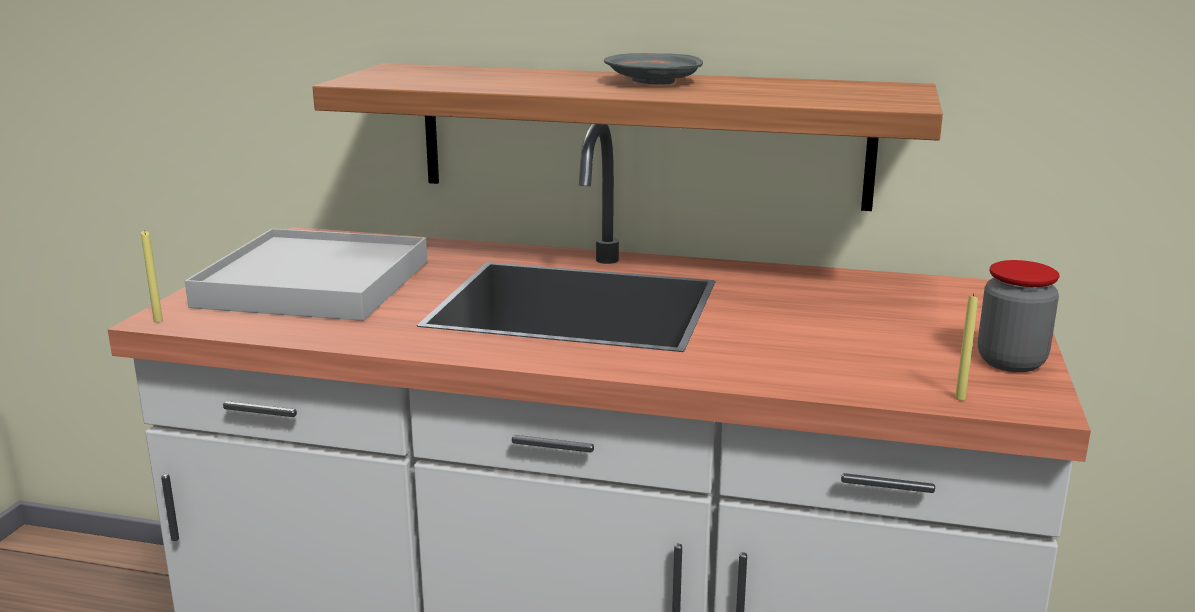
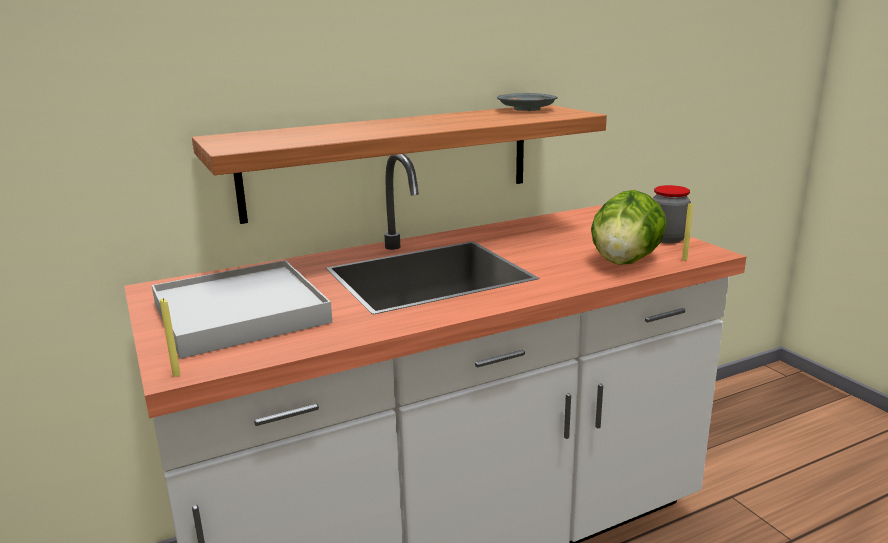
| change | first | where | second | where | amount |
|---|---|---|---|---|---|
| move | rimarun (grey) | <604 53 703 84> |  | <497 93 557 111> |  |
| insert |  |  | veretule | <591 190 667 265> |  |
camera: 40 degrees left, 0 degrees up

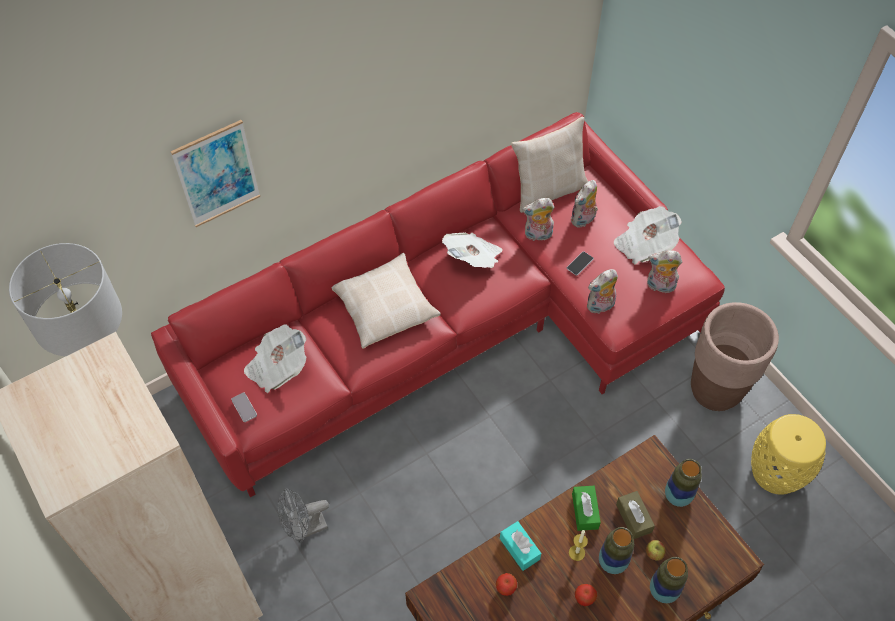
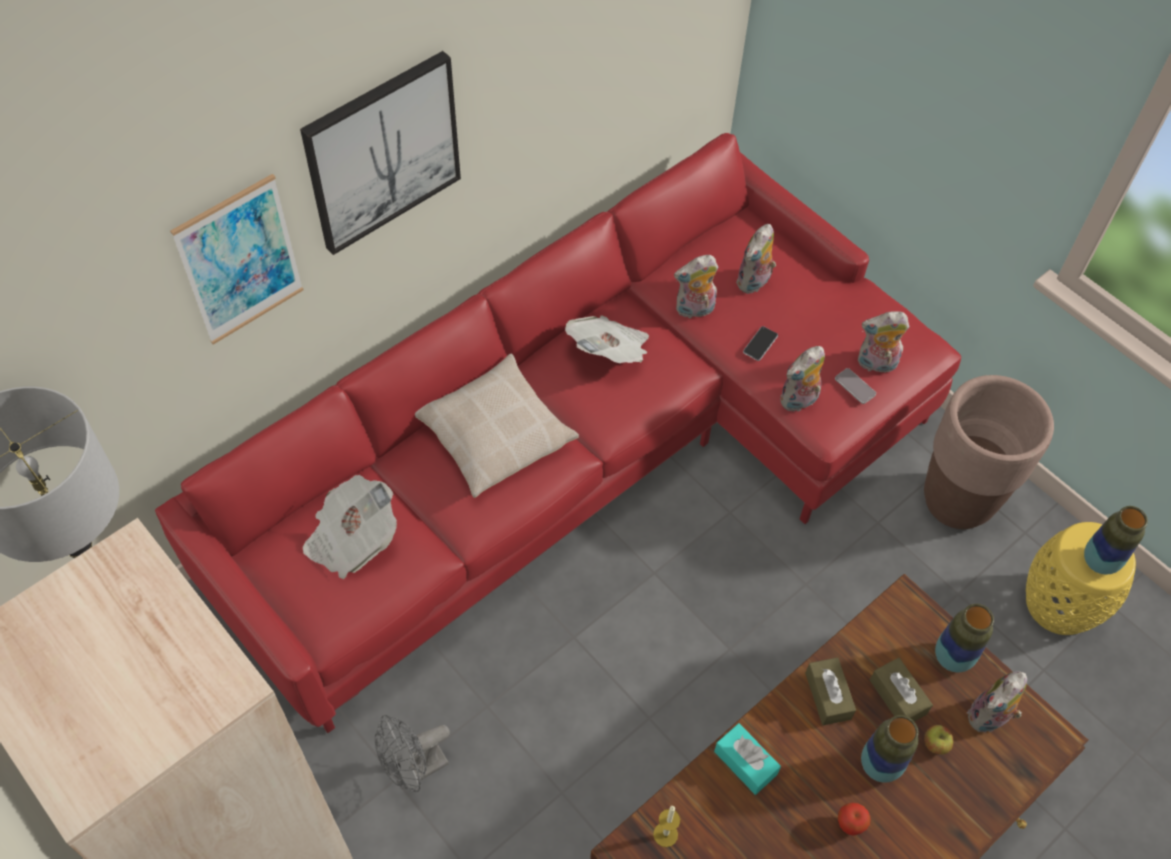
| change | first | where | second | where | amount |
|---|---|---|---|---|---|
| move | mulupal | <231 392 257 422> |  | <835 368 876 404> |  |
| delete | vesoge | <496 573 517 596> |  |  |  |
| delete | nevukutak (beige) | <511 116 588 213> |  |  |  |
| move | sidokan | <569 530 588 561> |  | <653 806 680 847> |  |
| recolor | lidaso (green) | <572 486 601 531> | lidaso (brown) | <805 657 856 725> |  |
| delete | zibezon | <614 206 682 264> |  |  |  |
| move | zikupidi | <650 557 688 603> |  | <1084 506 1148 575> |  |
| insert |  |  | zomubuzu | <300 51 461 255> |  |
| insert |  |  | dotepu | <967 671 1027 733> |  |
camera: 10 degrees left, 0 degrees up

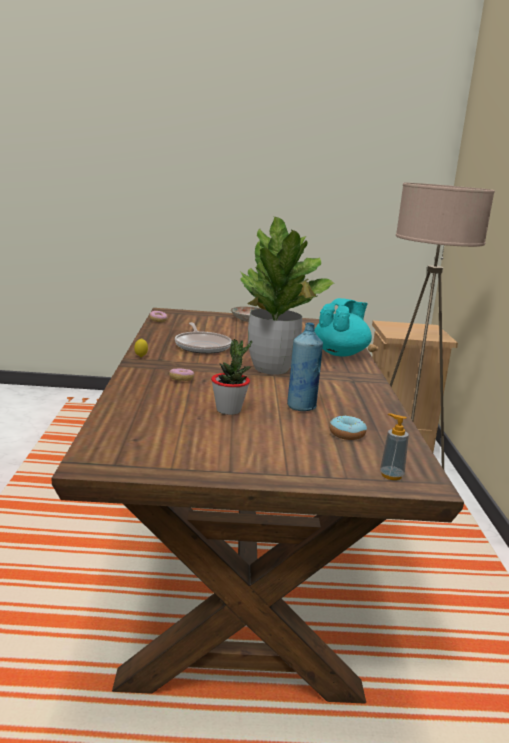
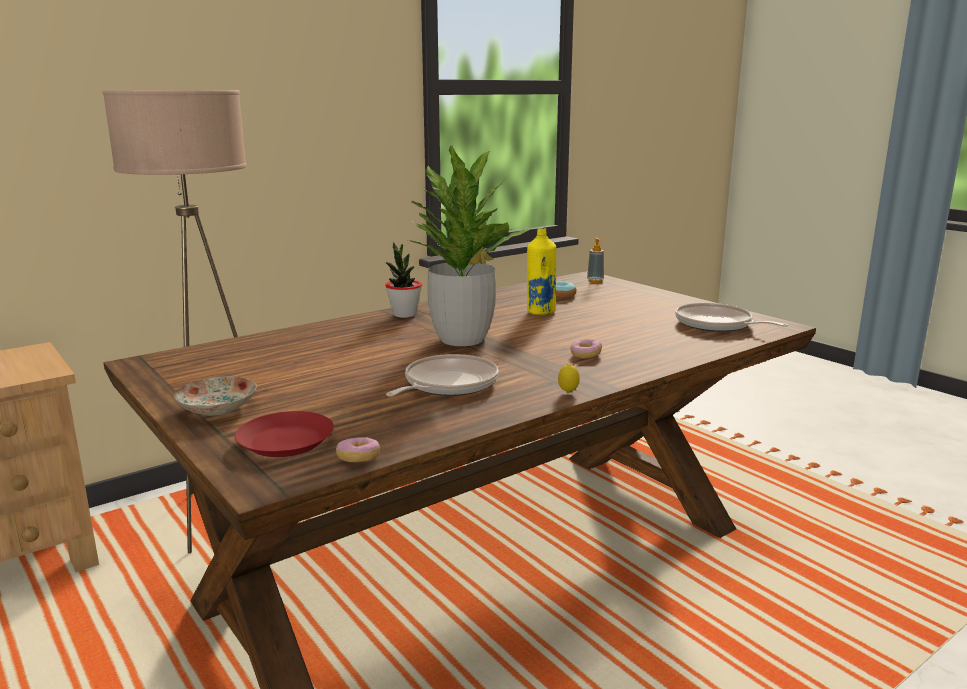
| change | first | where | second | where | amount |
|---|---|---|---|---|---|
| move | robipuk | <211 339 252 415> |  | <385 242 422 318> |  |
| recolor | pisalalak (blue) | <287 323 323 411> | pisalalak (yellow) | <527 228 556 315> |  |
| delete | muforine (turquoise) | <314 298 372 357> |  |  |  |
| insert |  |  | rimarun (red) | <235 411 334 457> |  |
| insert |  |  | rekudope | <675 303 788 332> |  |
camera: 125 degrees left, 0 degrees up

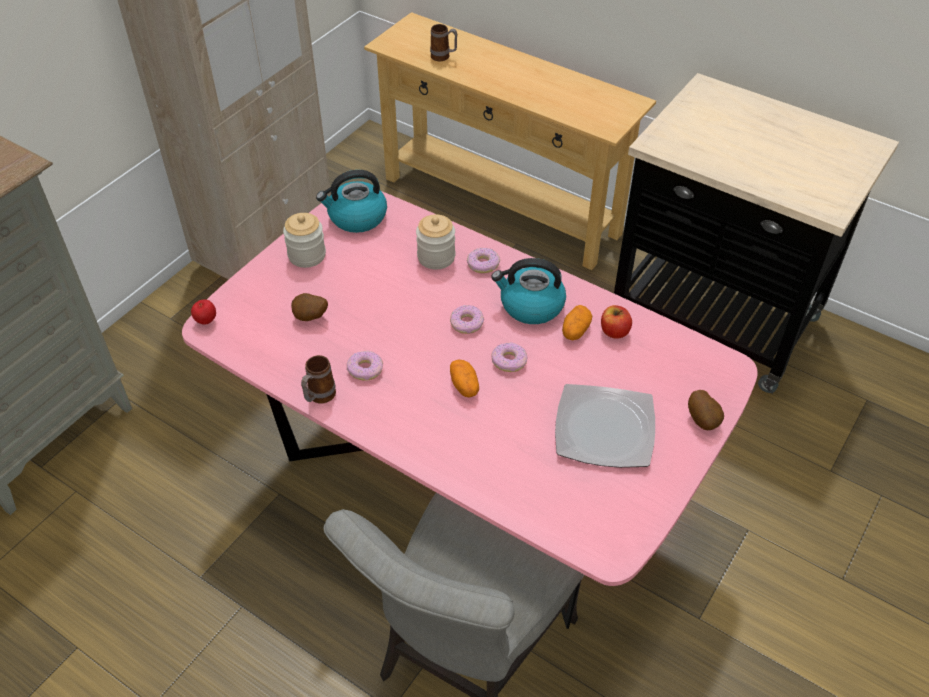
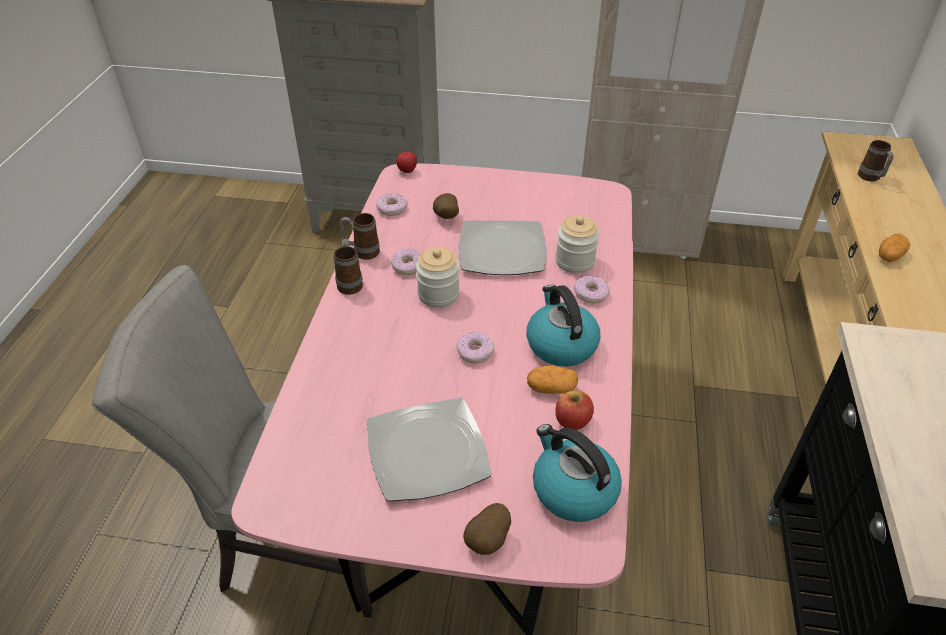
| change | first | where | second | where | amount |
|---|---|---|---|---|---|
| move | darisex | <283 213 326 268> |  | <416 247 460 308> |  |
| move | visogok | <316 170 387 233> |  | <533 424 622 522> |  |
| move | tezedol | <450 305 484 334> |  | <376 193 408 216> |  |
| move | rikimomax | <450 360 479 398> |  | <879 234 910 262> |  |
| insert |  |  | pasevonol | <334 239 363 295> |  |
| insert |  |  | rimarun | <459 220 546 275> |  |
camera: 65 degrees right, 5 degrees down

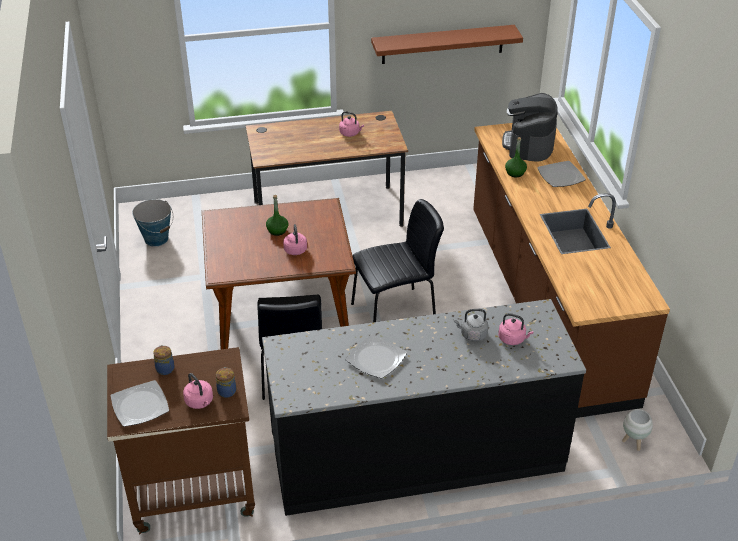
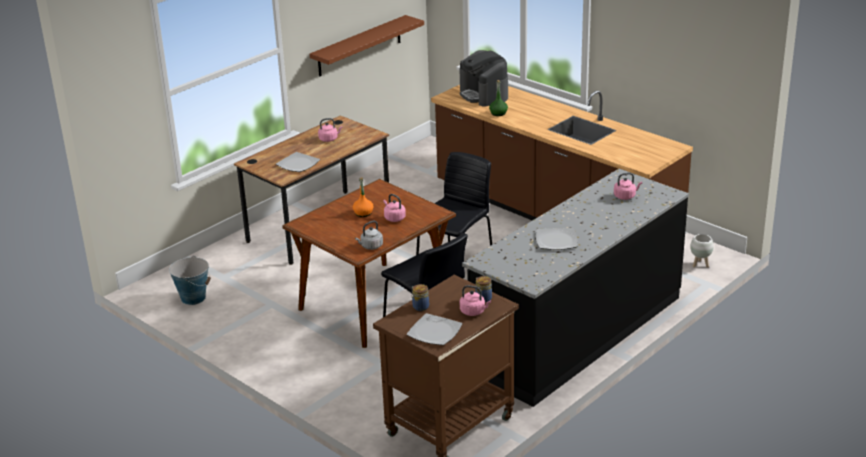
| change | first | where | second | where | amount |
|---|---|---|---|---|---|
| recolor | pisalalak (green) | <266 195 288 236> | pisalalak (orange) | <353 177 374 217> |  |
| move | visogok (grey) | <454 309 489 341> |  | <355 221 383 250> |  |
| move | rimarun | <537 161 586 187> |  | <276 152 320 172> |  |
camera: 35 degrees left, 10 degrees down

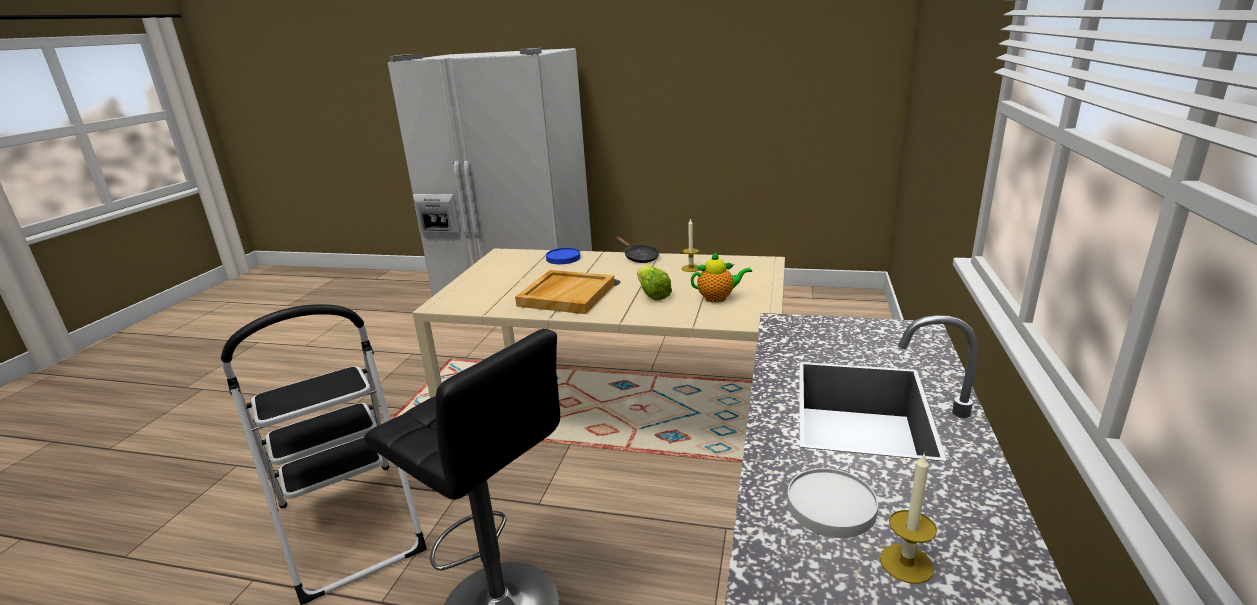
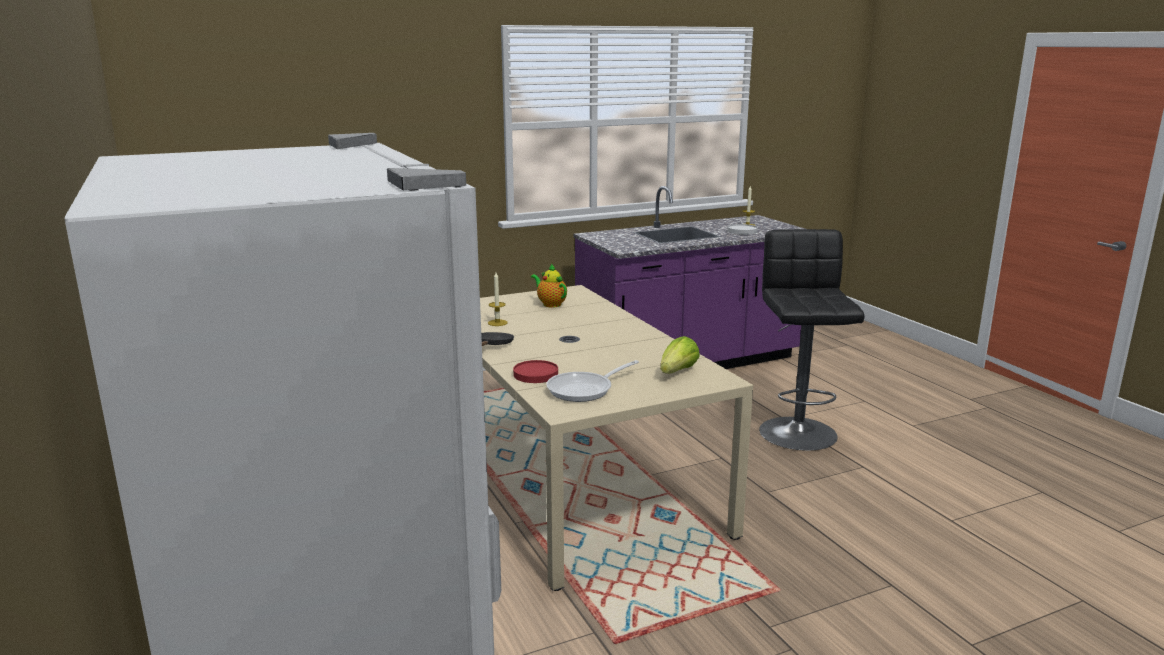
| change | first | where | second | where | amount |
|---|---|---|---|---|---|
| delete | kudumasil | <221 304 427 605> |  |  |  |
| delete | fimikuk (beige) | <515 270 615 314> |  |  |  |
| recolor | rimarun (blue) | <546 248 581 264> | rimarun (red) | <513 360 558 383> |  |
| move | veretule | <637 265 672 301> |  | <660 336 700 374> |  |
| insert |  |  | rekudope | <546 360 639 402> |  |
camera: 130 degrees left, 5 degrees down

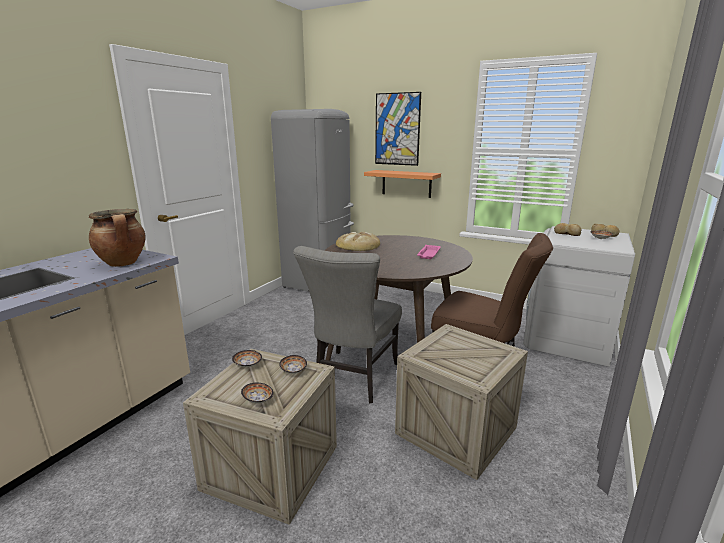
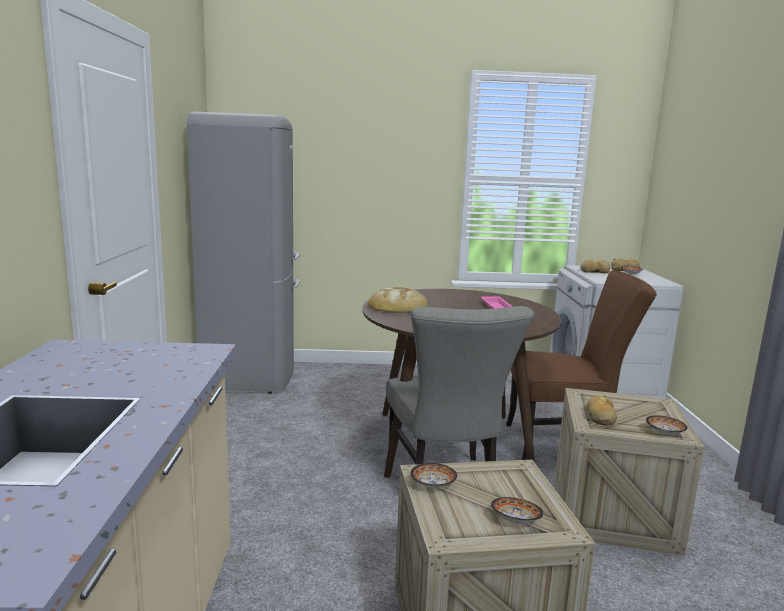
| change | first | where | second | where | amount |
|---|---|---|---|---|---|
| delete | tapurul | <89 209 146 267> |  |  |  |
| move | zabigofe | <279 355 307 374> |  | <646 415 687 435> |  |
| delete | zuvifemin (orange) | <364 170 441 198> |  |  |  |
| delete | zomubuzu | <375 92 421 166> |  |  |  |
| insert |  |  | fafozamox | <586 395 617 426> |  |
camera: 30 degrees left, 5 degrees down

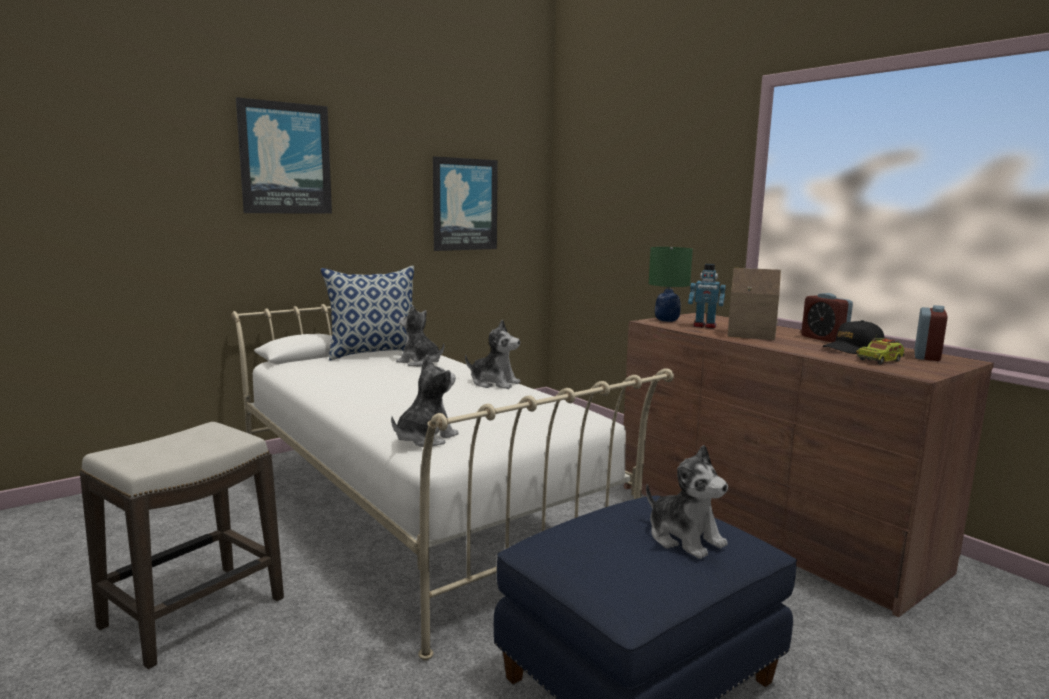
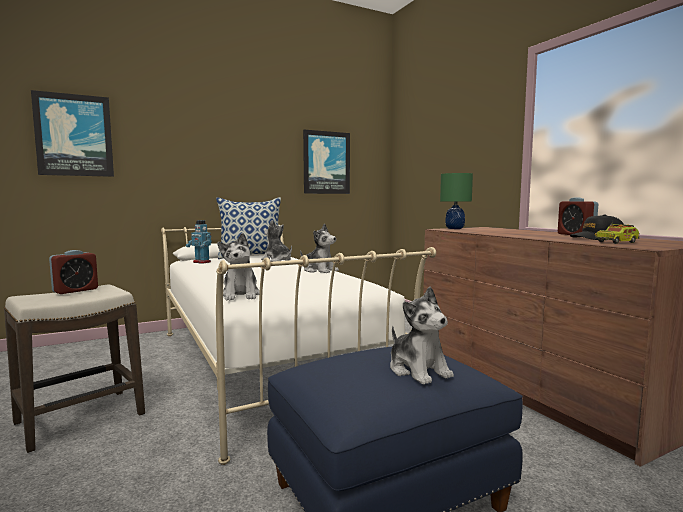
| change | first | where | second | where | amount |
|---|---|---|---|---|---|
| move | zomubuzu | <236 97 332 214> |  | <31 90 114 177> |  |
| rotate | dotepu | <391 355 458 447> |  | <218 233 260 301> | 120 degrees clockwise |
| move | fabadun | <688 264 726 328> |  | <186 220 212 264> |  |
| delete | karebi | <727 268 781 340> |  |  |  |
| move | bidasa | <914 305 948 361> |  | <49 250 98 294> |  |
camera: 10 degrees right, 5 degrees down

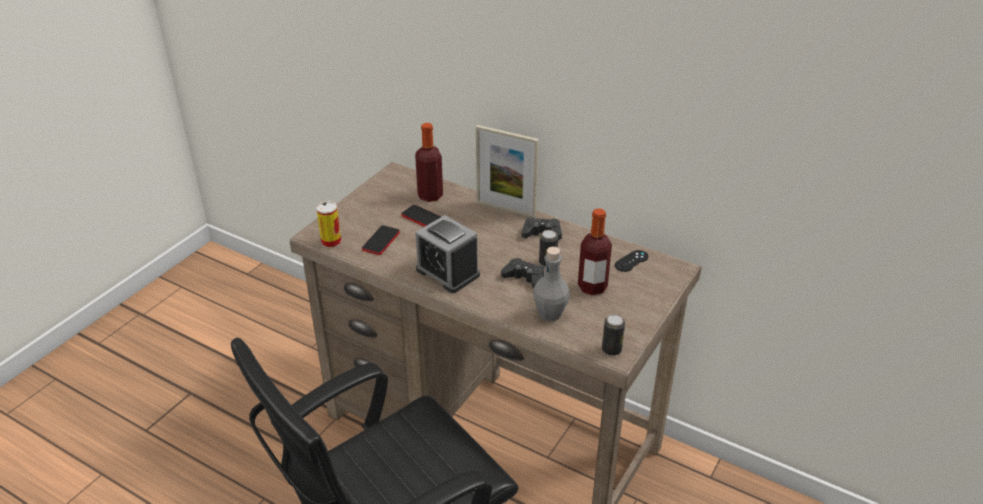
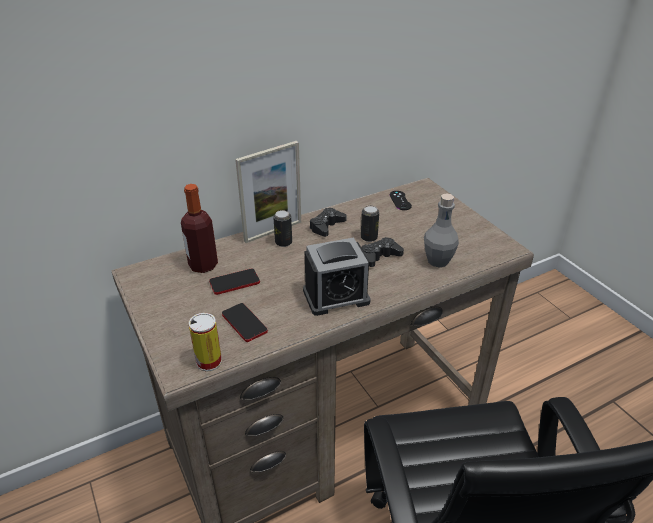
| change | first | where | second | where | amount |
|---|---|---|---|---|---|
| delete | pisalalak | <578 208 612 296> |  |  |  |
| move | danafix | <602 315 625 356> |  | <273 210 292 247> |  |
camera: 60 degrees left, 0 degrees up

